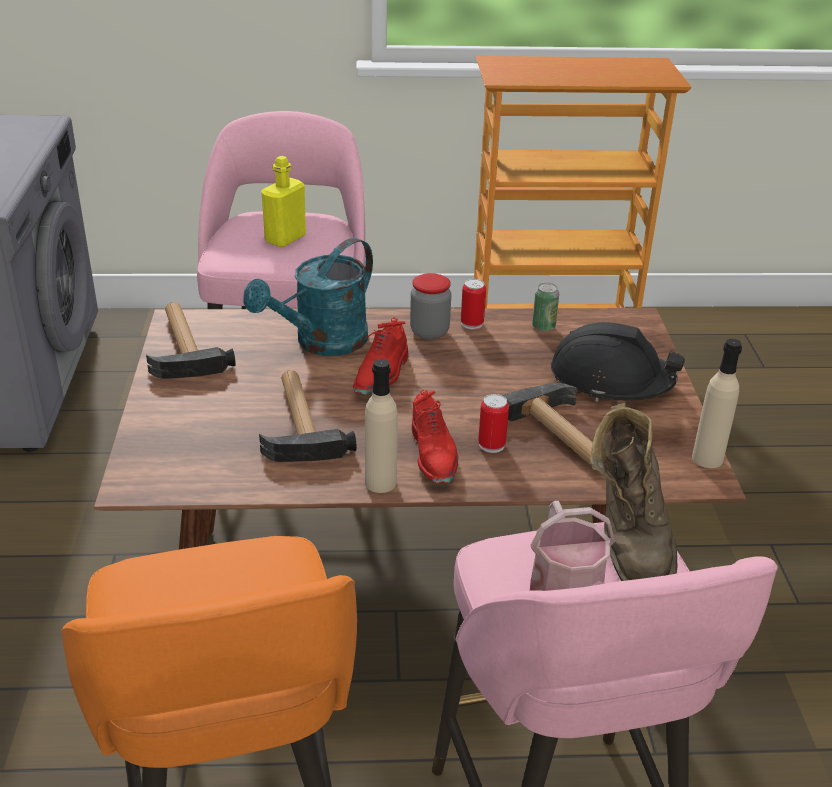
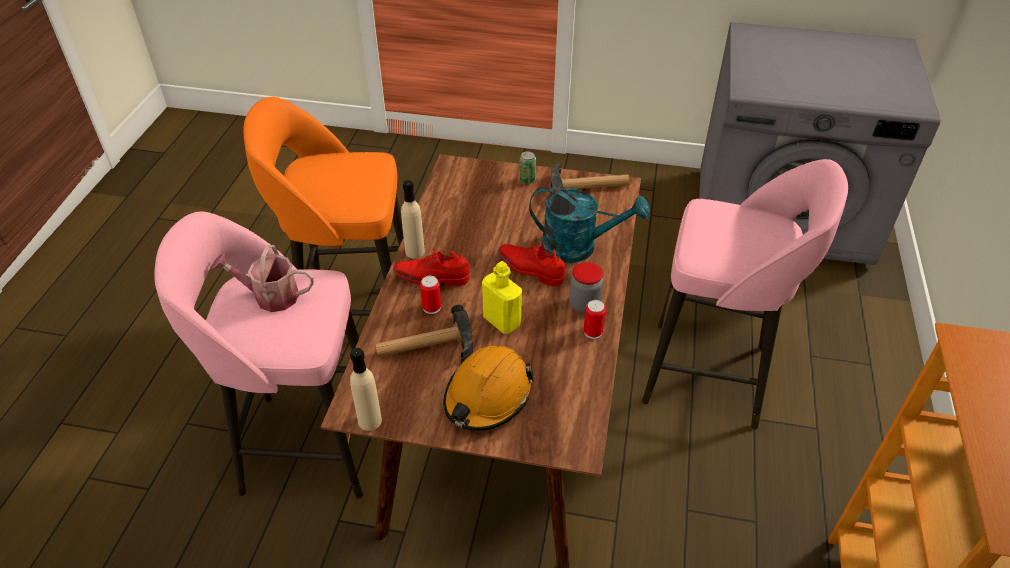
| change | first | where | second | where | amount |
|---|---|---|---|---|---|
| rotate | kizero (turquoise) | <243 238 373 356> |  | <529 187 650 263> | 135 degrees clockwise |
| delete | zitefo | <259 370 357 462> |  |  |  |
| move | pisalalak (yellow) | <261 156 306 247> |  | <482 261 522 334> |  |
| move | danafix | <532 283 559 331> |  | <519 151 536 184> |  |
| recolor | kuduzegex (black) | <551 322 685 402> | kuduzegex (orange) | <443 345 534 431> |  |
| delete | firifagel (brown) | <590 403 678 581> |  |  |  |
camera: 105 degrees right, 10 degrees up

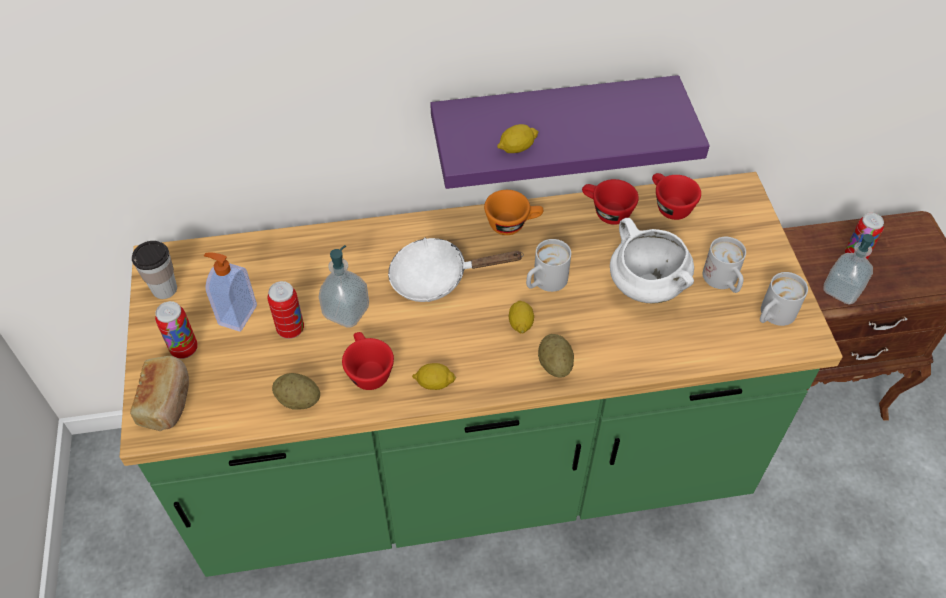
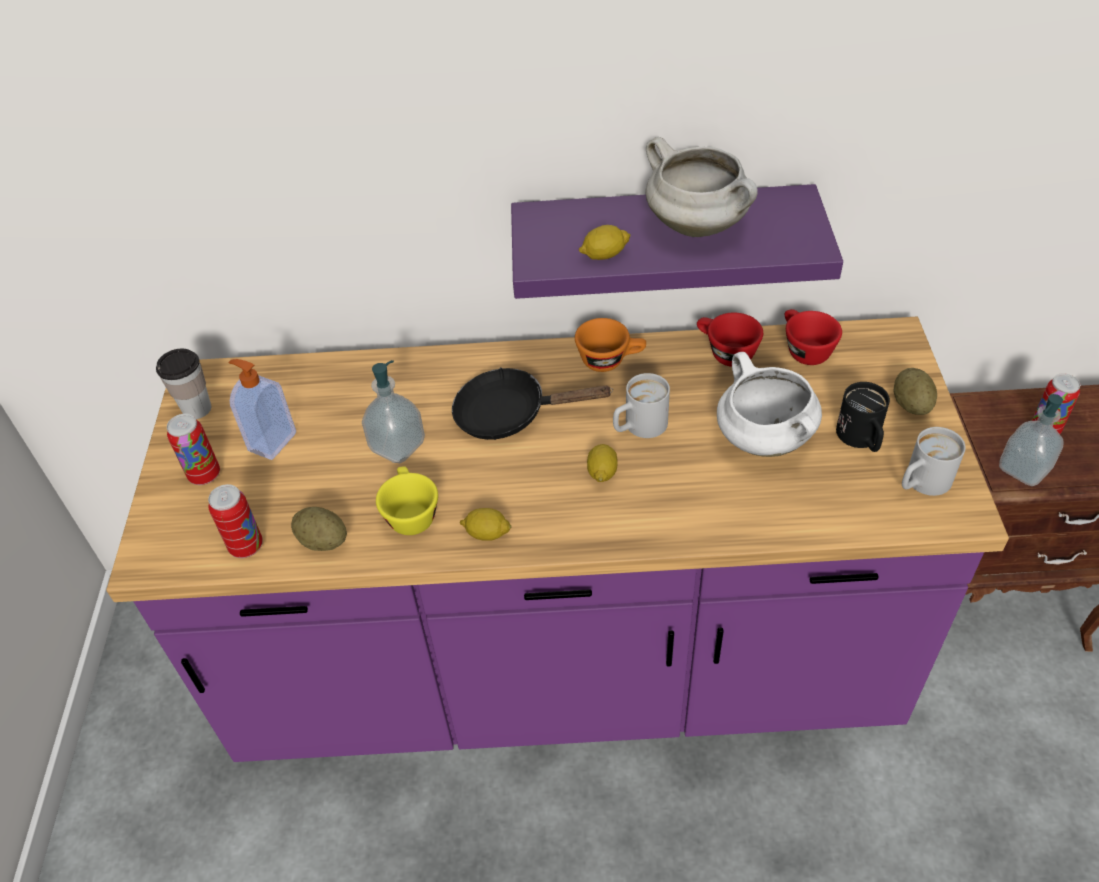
| change | first | where | second | where | amount |
|---|---|---|---|---|---|
| recolor | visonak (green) | <120 172 843 577> | visonak (purple) | <106 317 1009 762> |  |
| delete | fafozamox | <130 356 189 431> |  |  |  |
| move | danafix | <267 281 304 339> |  | <208 484 263 558> |  |
| recolor | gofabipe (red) | <342 332 394 390> | gofabipe (yellow) | <376 466 438 535> |  |
| recolor | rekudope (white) | <388 238 524 302> | rekudope (black) | <452 367 613 440> |  |
| move | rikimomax | <538 334 574 377> |  | <893 368 937 415> |  |
| recolor | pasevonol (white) | <702 237 746 293> | pasevonol (black) | <836 382 890 452> |  |
| insert |  |  | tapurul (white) | <646 137 758 237> |  |
camera: 10 degrees right, 5 degrees down

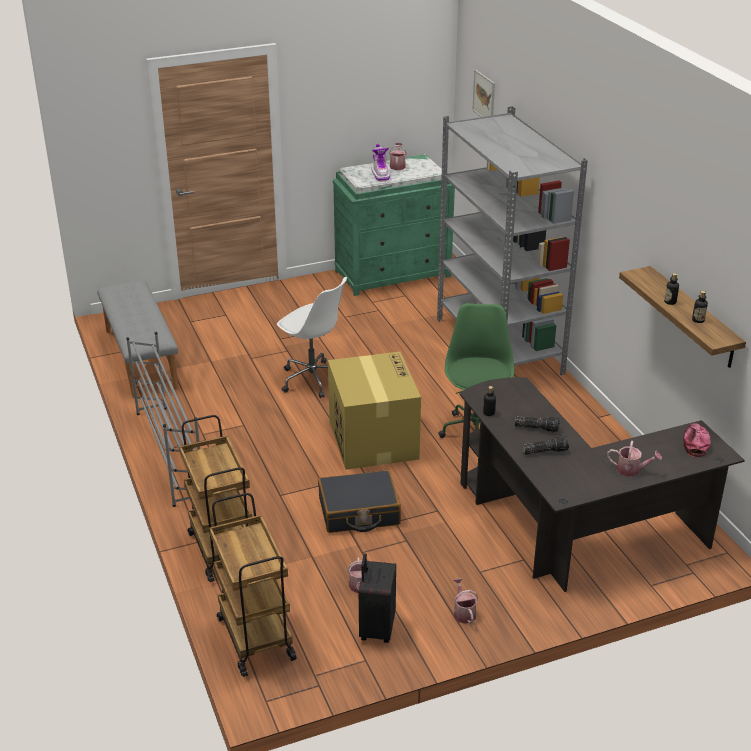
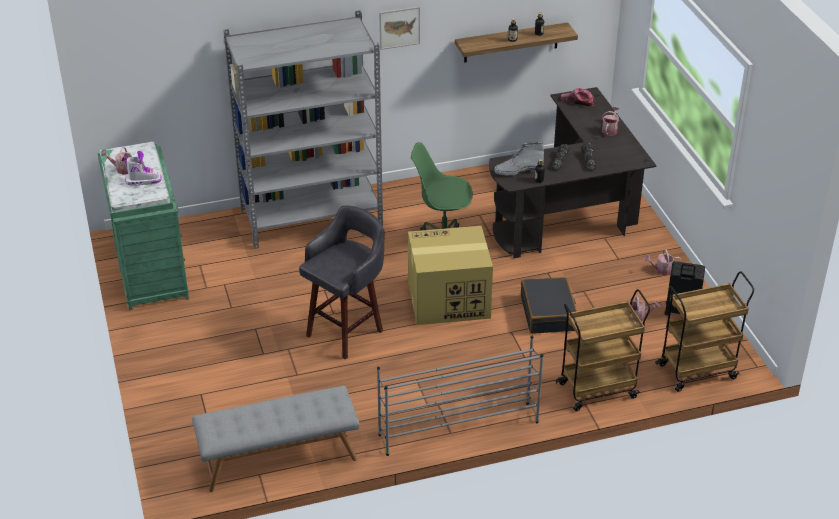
| change | first | where | second | where | amount |
|---|---|---|---|---|---|
| replace | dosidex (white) | <277 277 347 398> | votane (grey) | <299 206 385 360> |  |
| move | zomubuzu | <472 70 495 117> |  | <379 6 420 50> |  |
| insert |  |  | firifagel (grey) | <494 142 544 176> |  |
camera: 85 degrees left, 5 degrees up

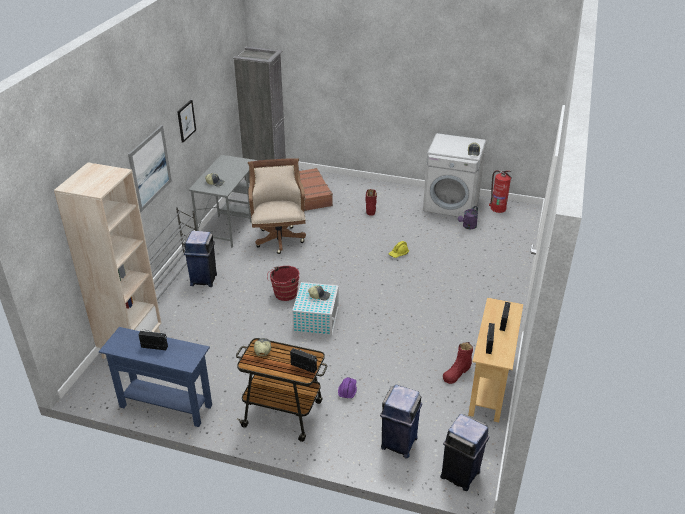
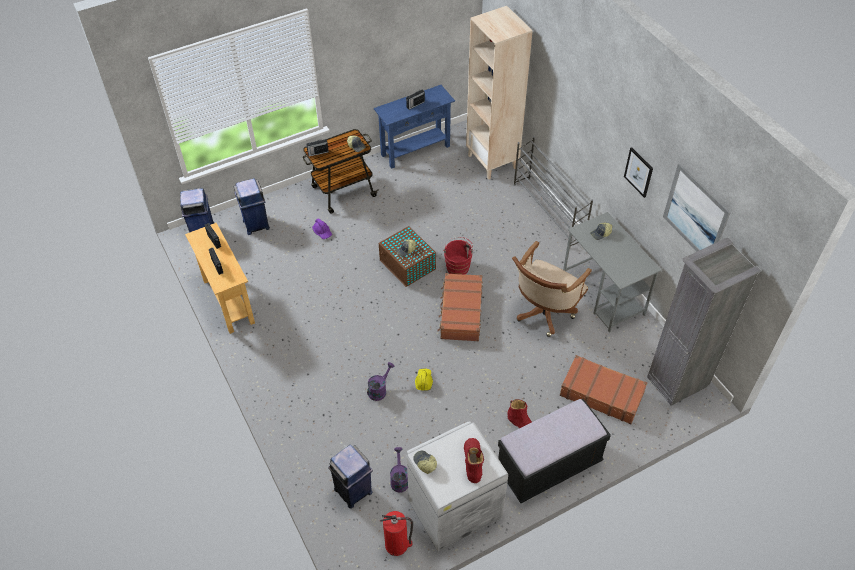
| change | first | where | second | where | amount |
|---|---|---|---|---|---|
| move | zomubuzu | <128 125 172 213> |  | <663 163 731 251> |  |
| move | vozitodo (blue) | <184 231 217 287> |  | <328 445 373 509> |  |
| rotate | dosidex | <248 158 306 254> |  | <512 241 592 337> | 90 degrees clockwise |
| recolor | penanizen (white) | <292 282 339 335> | penanizen (brown) | <379 226 436 287> |  |
| move | firifagel (red) | <443 342 473 384> |  | <464 438 484 483> |  |
| insert |  |  | kizero (purple) | <367 362 394 401> |  |
| insert |  |  | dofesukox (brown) | <438 273 483 341> |  |
| insert |  |  | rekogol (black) | <498 399 611 503> |  |
camera: 135 degrees right, 15 degrees up

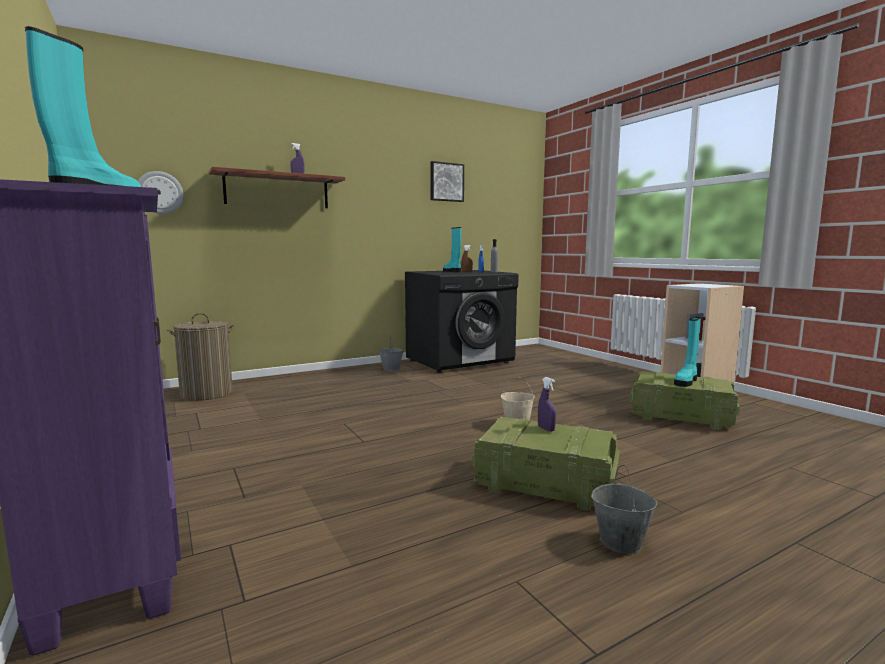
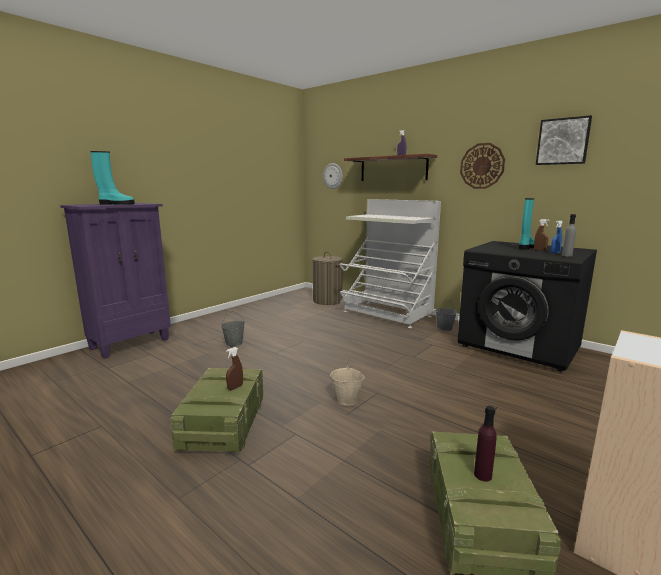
| change | first | where | second | where | amount |
|---|---|---|---|---|---|
| recolor | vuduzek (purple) | <538 377 556 432> | vuduzek (brown) | <226 347 243 390> |  |
| move | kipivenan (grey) | <591 465 657 554> |  | <221 311 245 346> |  |
| replace | firifagel (turquoise) | <674 317 701 387> | pisalalak (purple) | <474 406 497 482> |  |
| insert |  |  | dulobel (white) | <339 199 441 328> |  |
| insert |  |  | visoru | <460 143 505 189> |  |
camera: 70 degrees right, 5 degrees up

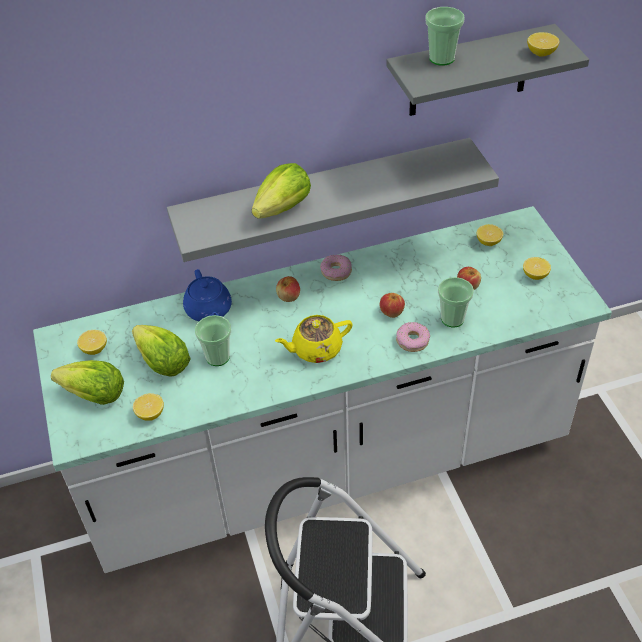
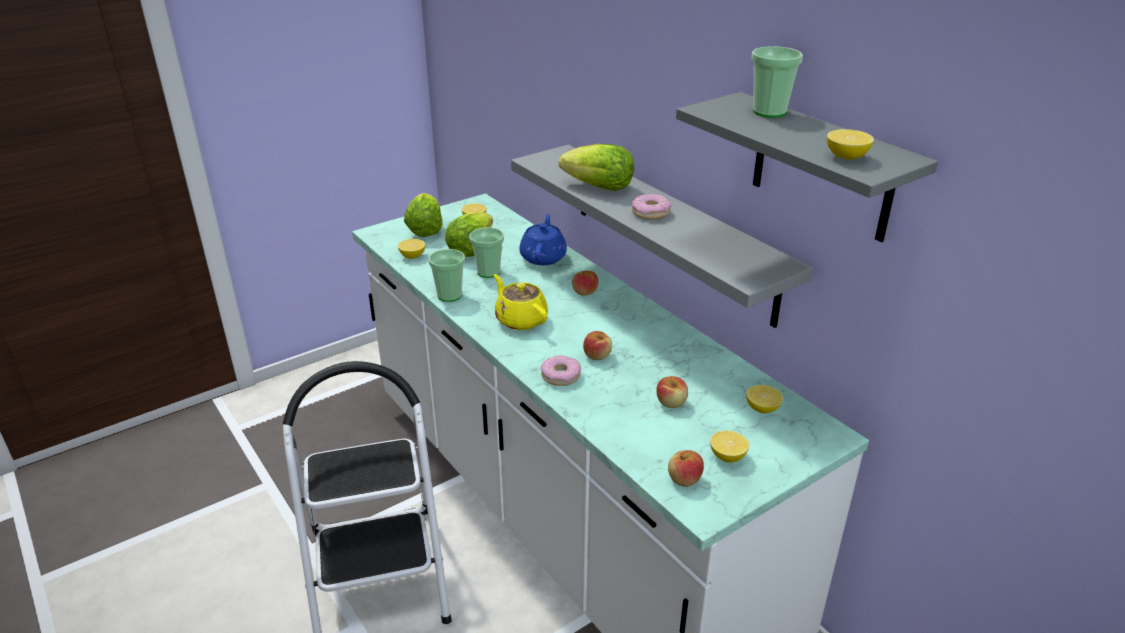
| change | first | where | second | where | amount |
|---|---|---|---|---|---|
| rotate | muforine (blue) | <183 269 232 321> |  | <519 214 567 265> | 135 degrees clockwise |
| move | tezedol | <320 255 352 281> |  | <632 194 672 220> |  |
| move | gofabipe | <438 277 474 328> |  | <428 249 465 302> |  |
| insert |  |  | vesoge | <668 450 704 487> |  |
camera: 70 degrees right, 15 degrees down

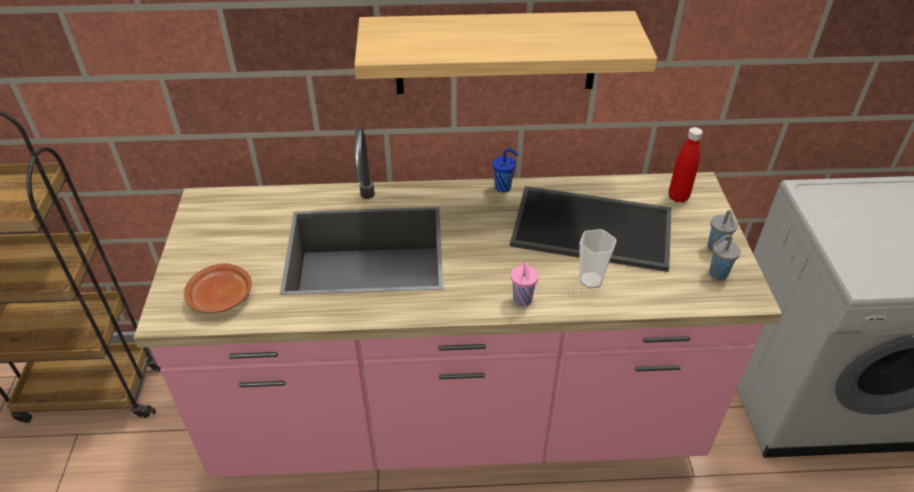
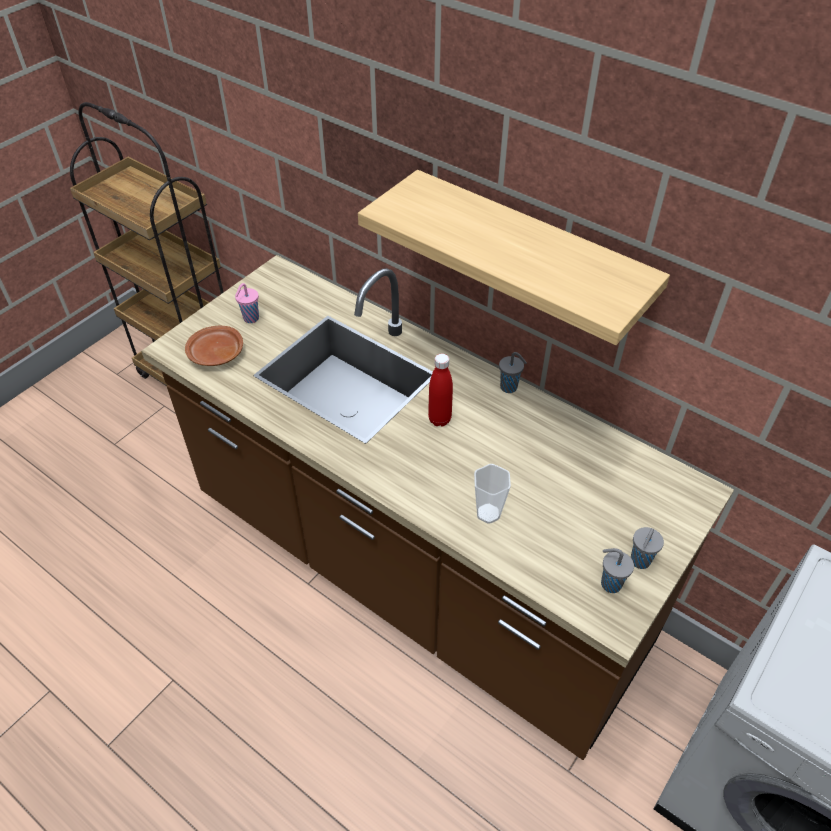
| change | first | where | second | where | amount |
|---|---|---|---|---|---|
| recolor | visonak (pink) | <133 128 782 477> | visonak (brown) | <141 255 734 760> |  |
| recolor | gofabipe (blue) | <492 148 519 192> | gofabipe (grey) | <499 352 527 393> |  |
| delete | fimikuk | <510 186 671 272> |  |  |  |
| move | gofabipe (pink) | <511 262 539 306> |  | <235 283 259 323> |  |
| move | pisalalak (red) | <669 127 703 203> |  | <428 354 453 426> |  |
camera: 40 degrees right, 5 degrees up

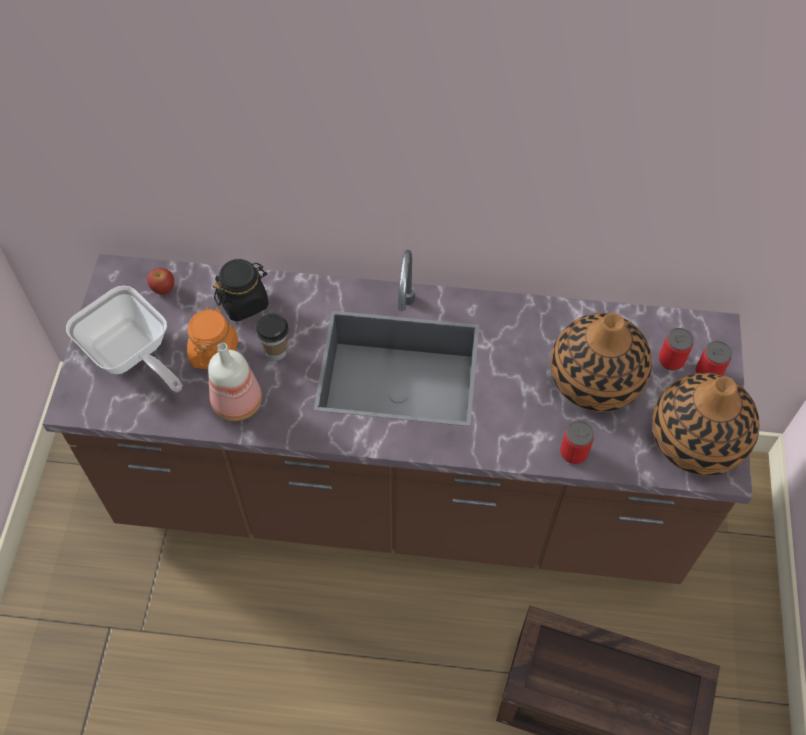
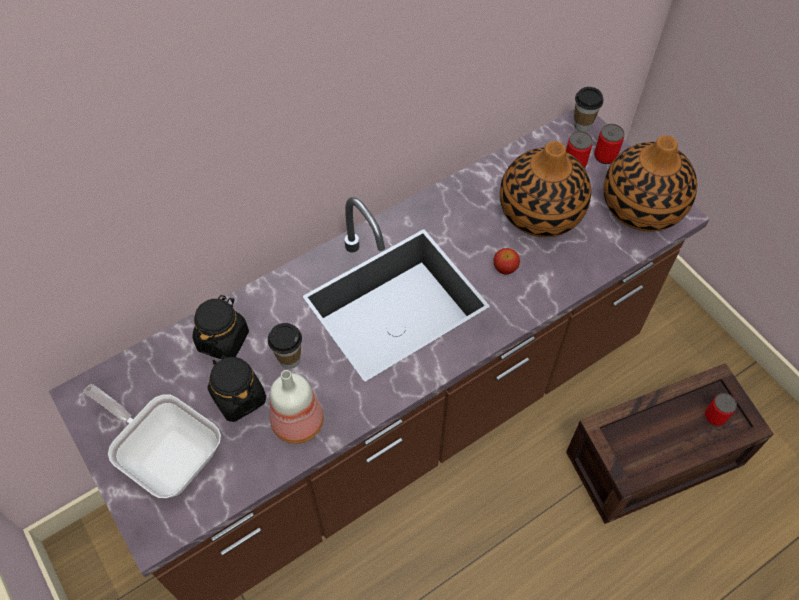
| change | first | where | second | where | amount |
|---|---|---|---|---|---|
| rotate | rekudope | <66 285 182 392> |  | <83 384 221 498> | 150 degrees counterclockwise |
| move | vesoge | <147 268 174 295> |  | <494 248 520 274> |  |
| recolor | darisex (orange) | <187 307 238 369> | darisex (black) | <207 354 266 422> |  |
| move | danafix | <560 421 594 464> |  | <705 393 737 426> |  |
| insert |  |  | gofabipe | <574 87 604 132> |  |
camera: 40 degrees left, 0 degrees up

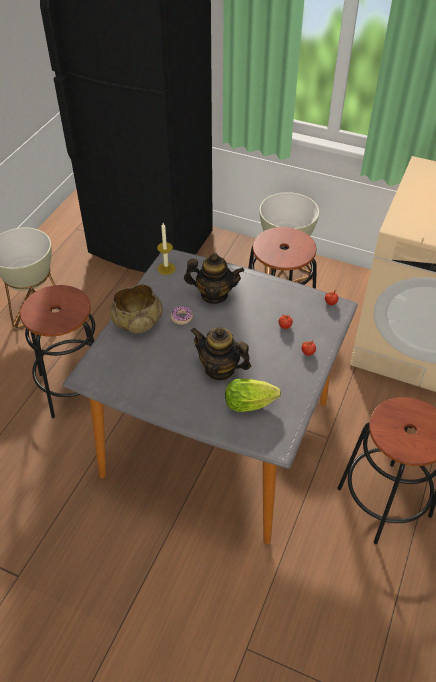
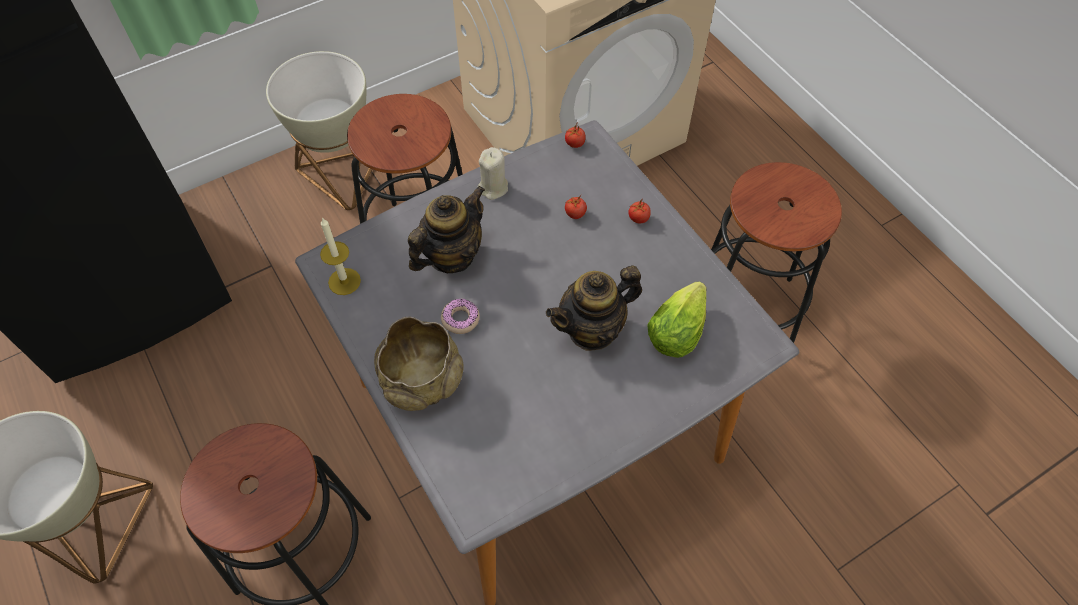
| change | first | where | second | where | amount |
|---|---|---|---|---|---|
| insert |  |  | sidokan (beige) | <477 147 508 200> |  |
camera: 55 degrees left, 10 degrees up

